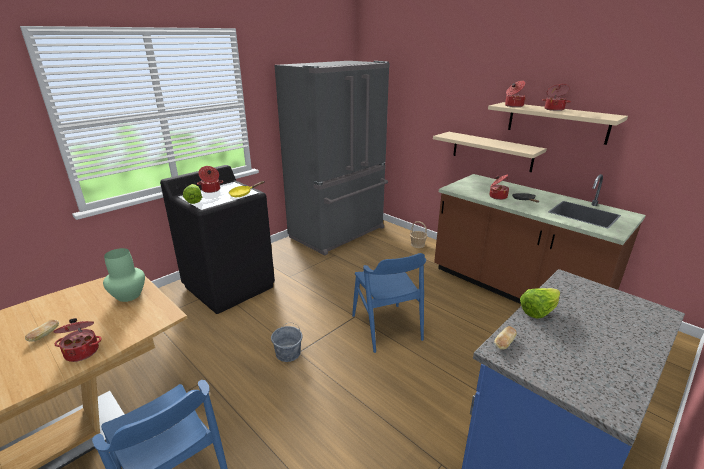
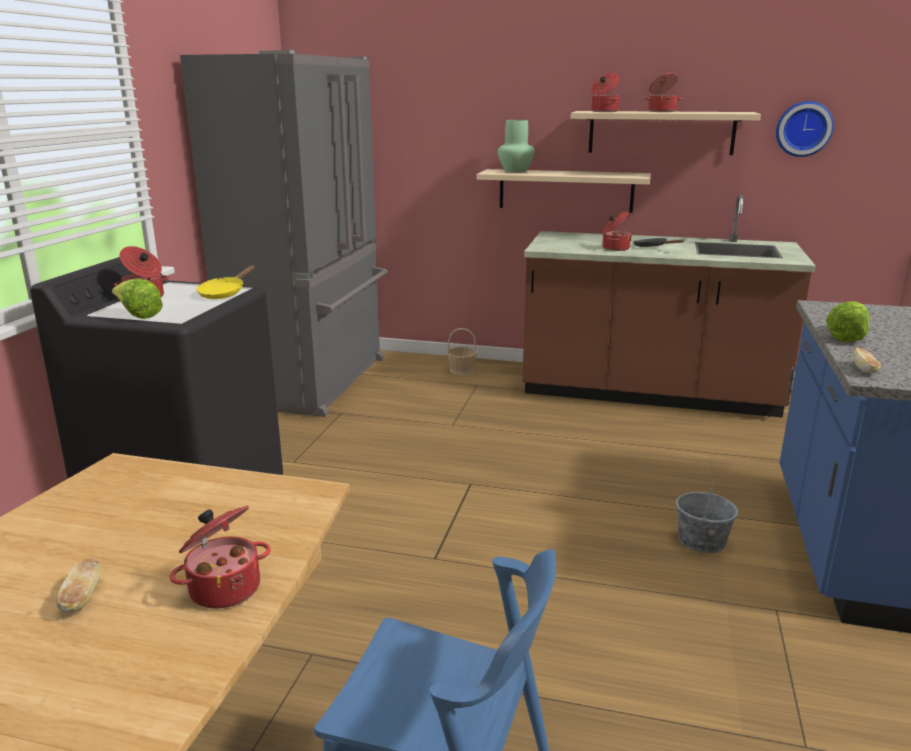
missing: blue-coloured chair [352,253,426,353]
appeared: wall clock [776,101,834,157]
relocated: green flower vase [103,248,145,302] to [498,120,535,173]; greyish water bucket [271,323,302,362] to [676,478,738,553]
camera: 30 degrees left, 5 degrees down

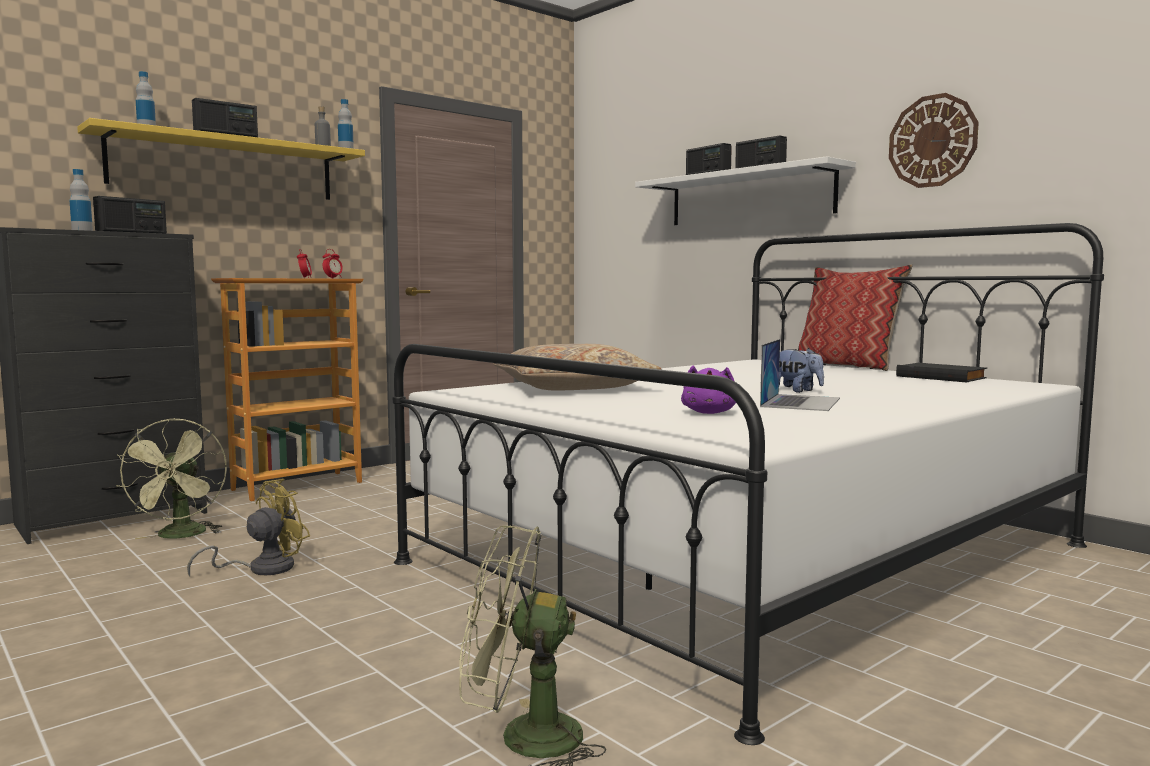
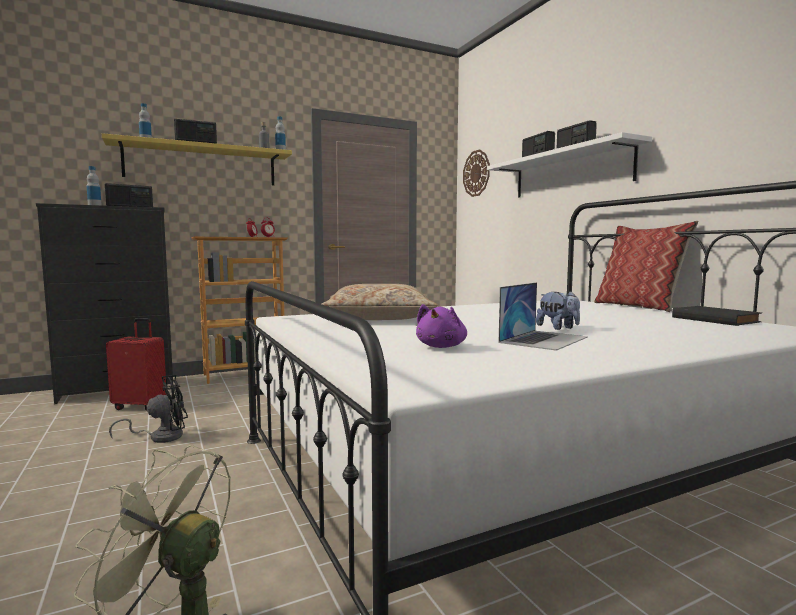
relocated: wall clock [889,93,979,188] to [463,149,490,197]
exchanged: green fan [116,418,227,539] to reddish travel case [106,318,166,411]
colour: yellow fan [187,479,310,576] to blackish fan [109,375,188,443]
camera: 15 degrees right, 0 degrees up

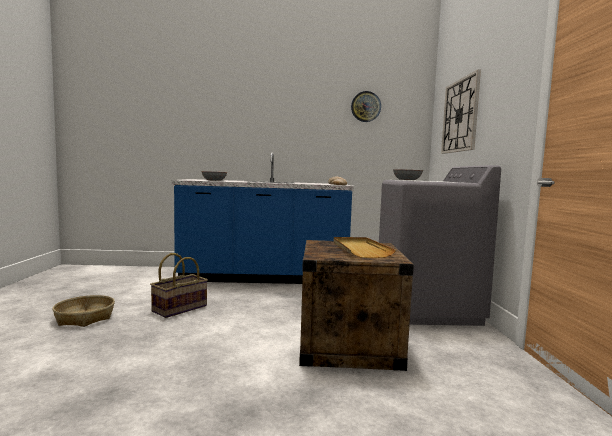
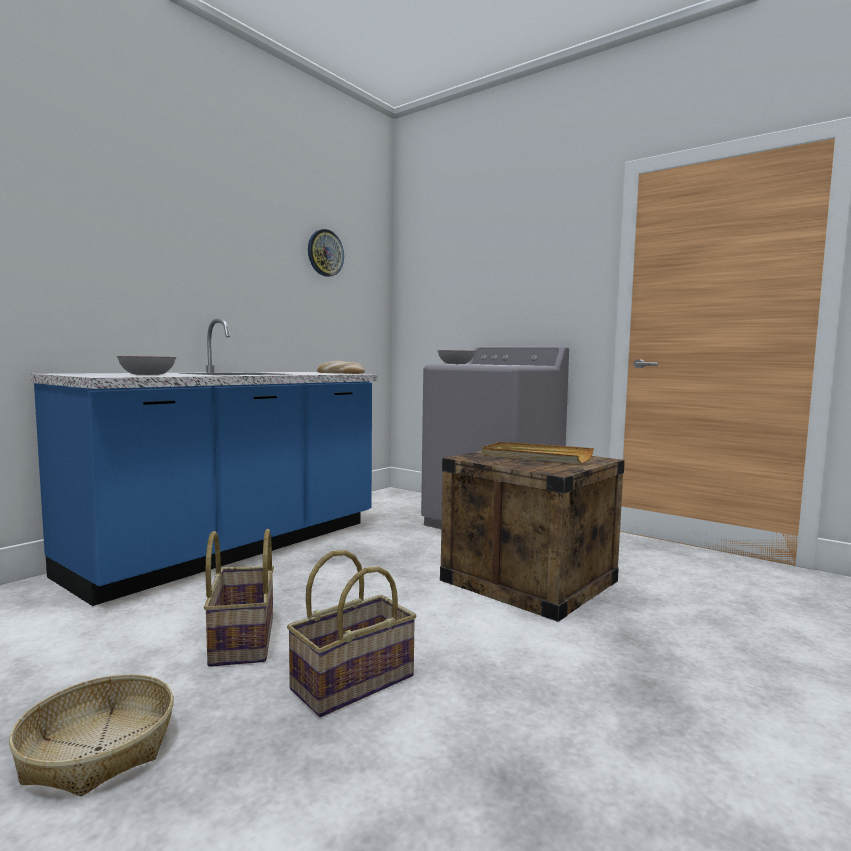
missing: wall clock [441,69,481,154]
appeared: storage basket [287,550,417,717]
camera: 50 degrees left, 0 degrees up

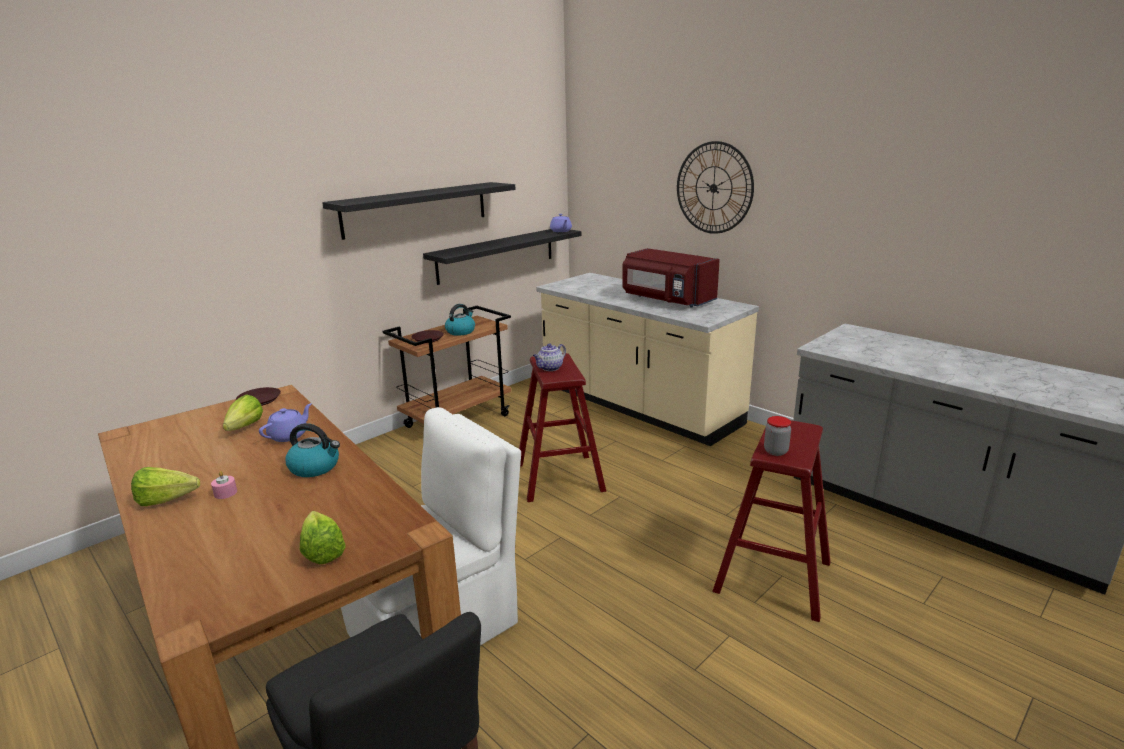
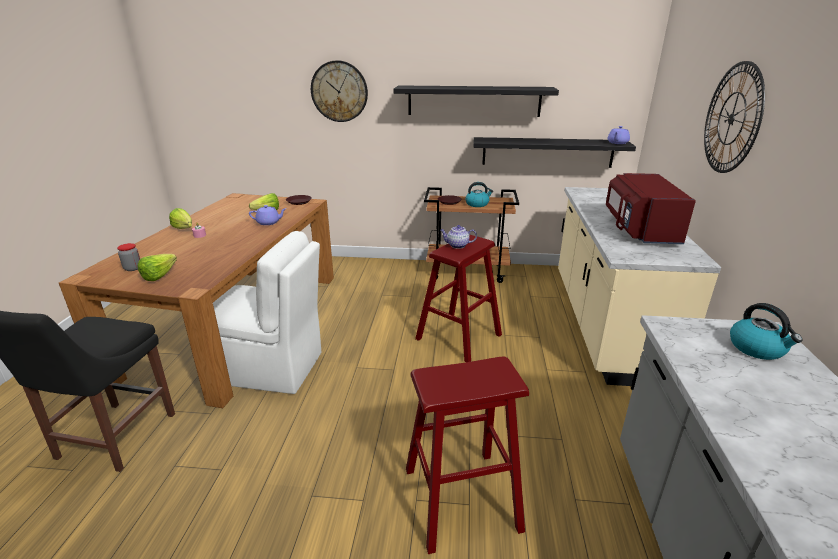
appeared: wall clock [311,60,368,122]
relocated: jar [764,416,791,456] to [117,243,140,271]; water kettle [285,423,340,477] to [730,303,803,360]
camera: 50 degrees right, 5 degrees up

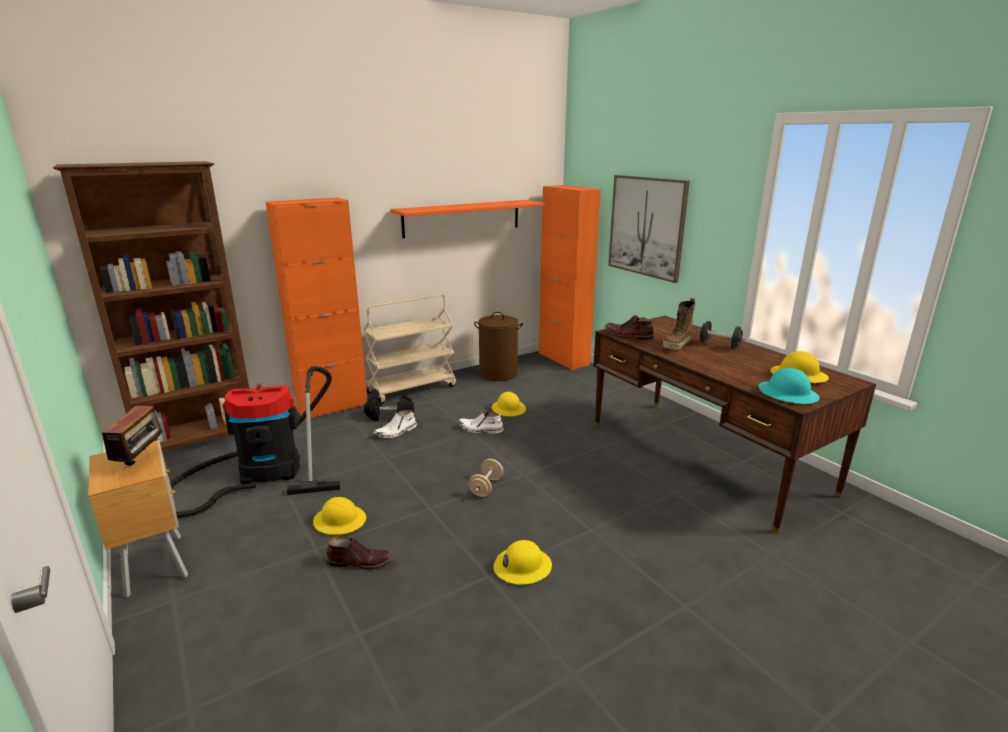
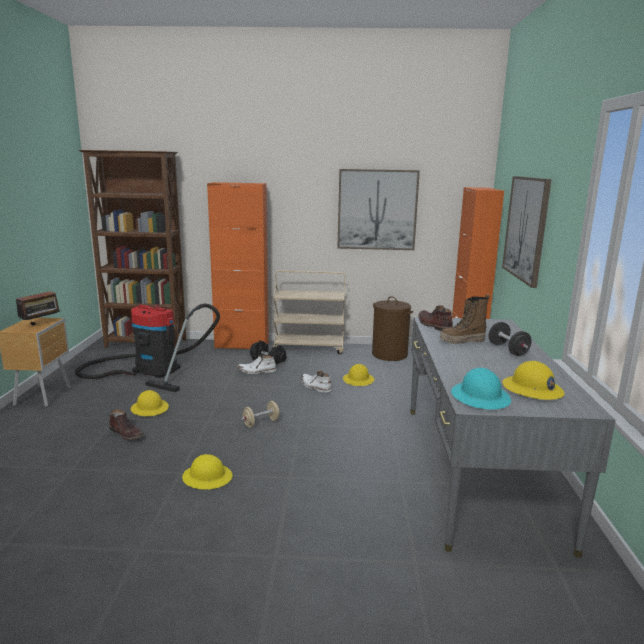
exchanged: orangey wall shelf [390,200,544,238] to wall art [337,169,420,250]
colour: brown-coloured desk [593,316,876,534] to greyish desk [410,317,616,558]
camera: 35 degrees right, 5 degrees down

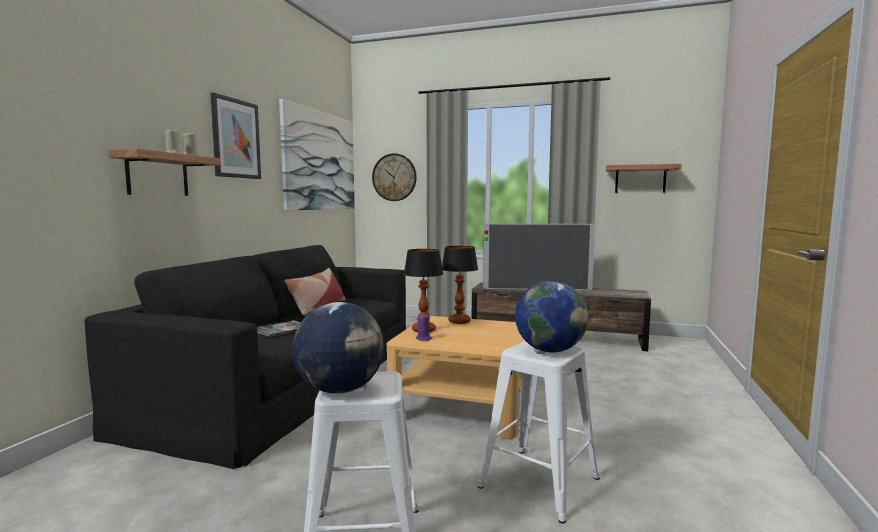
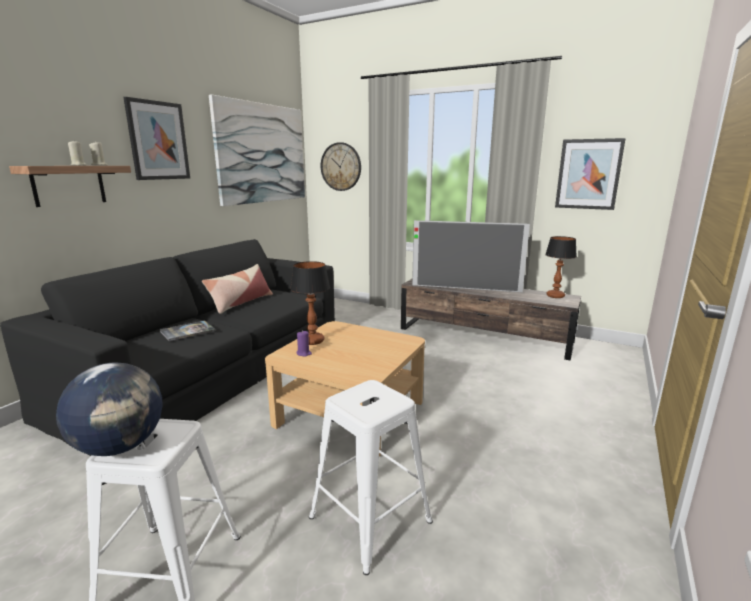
missing: globe [515,281,588,352]
relocated: table lamp [442,246,478,324] to [545,236,577,298]
exchanged: wall shelf [606,164,682,193] to wall art [555,138,626,210]
camera: 10 degrees right, 10 degrees up

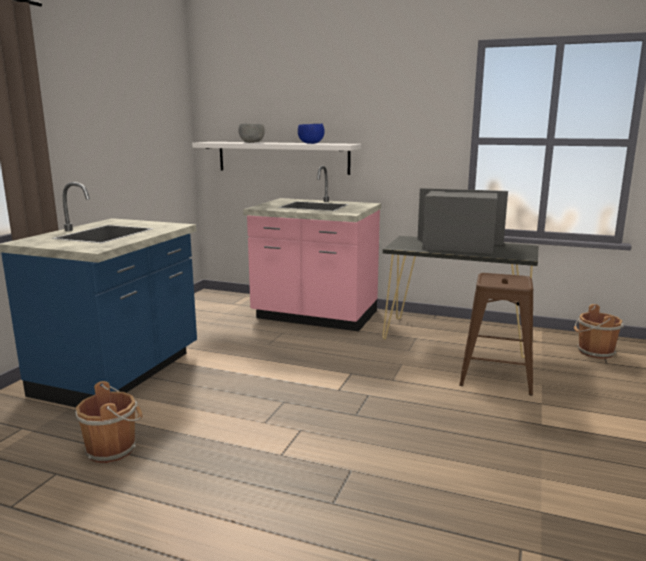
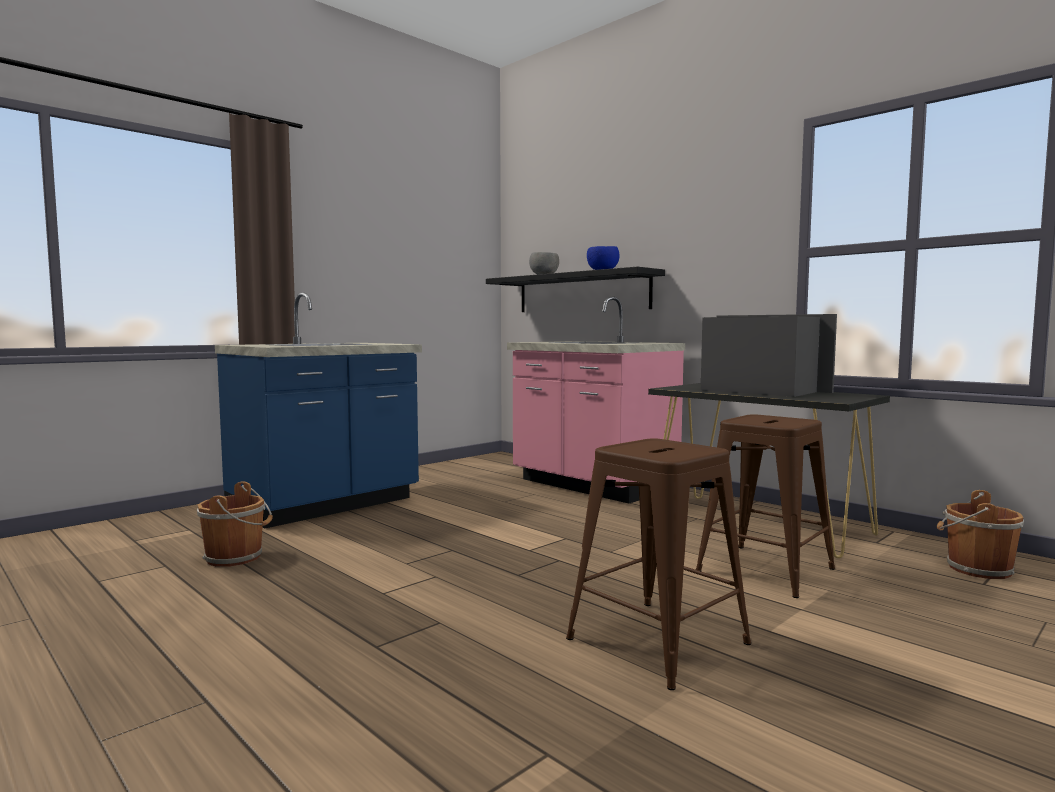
appeared: brown-coloured stool [566,438,751,690]
colour: whitish wall shelf [192,142,362,175] to blackish wall shelf [486,267,665,312]
camera: 25 degrees right, 10 degrees down

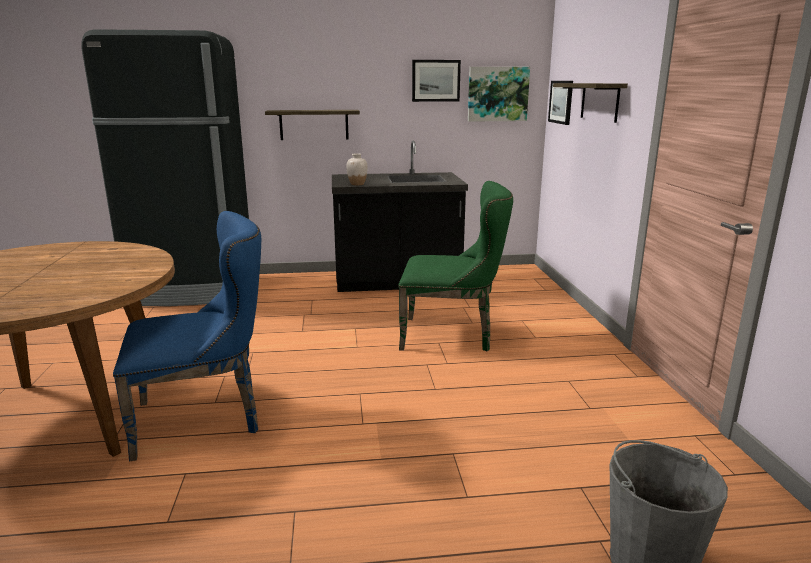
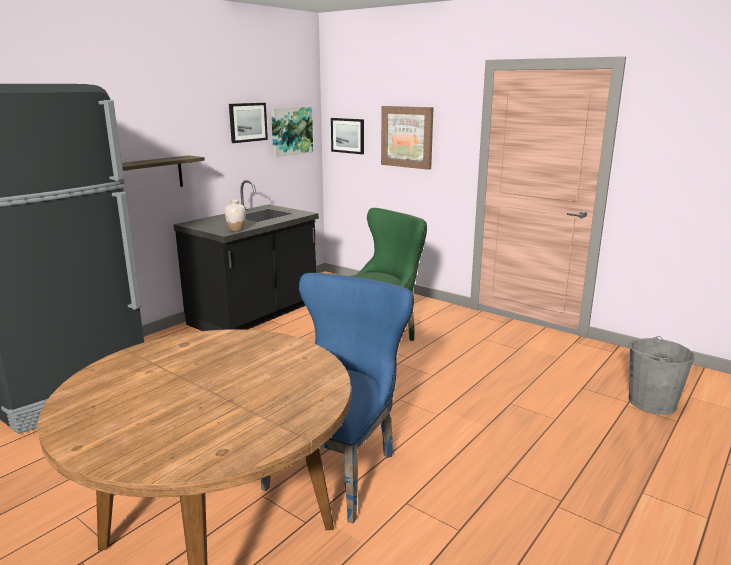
exchanged: wall shelf [553,83,628,123] to wall art [381,106,434,170]
camera: 45 degrees left, 0 degrees up

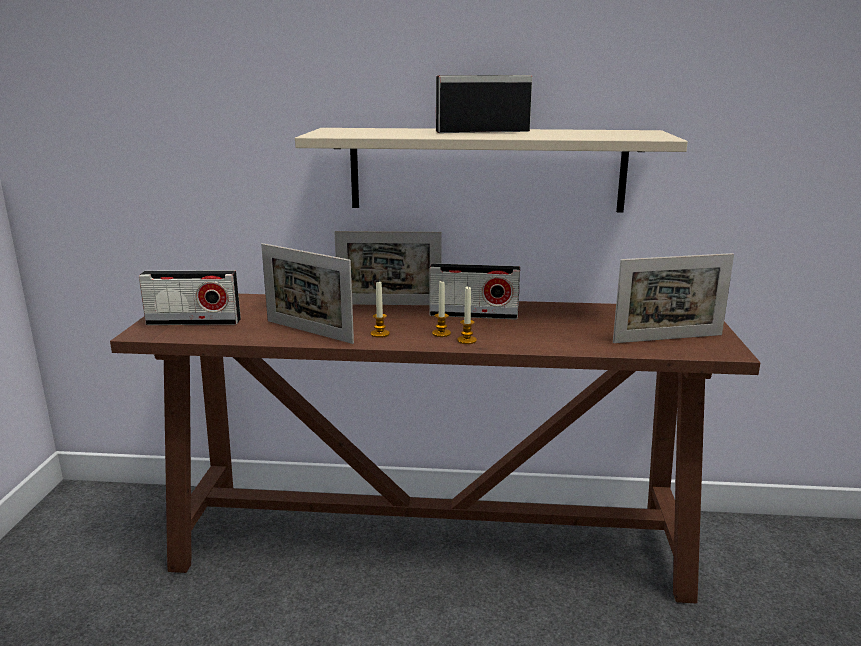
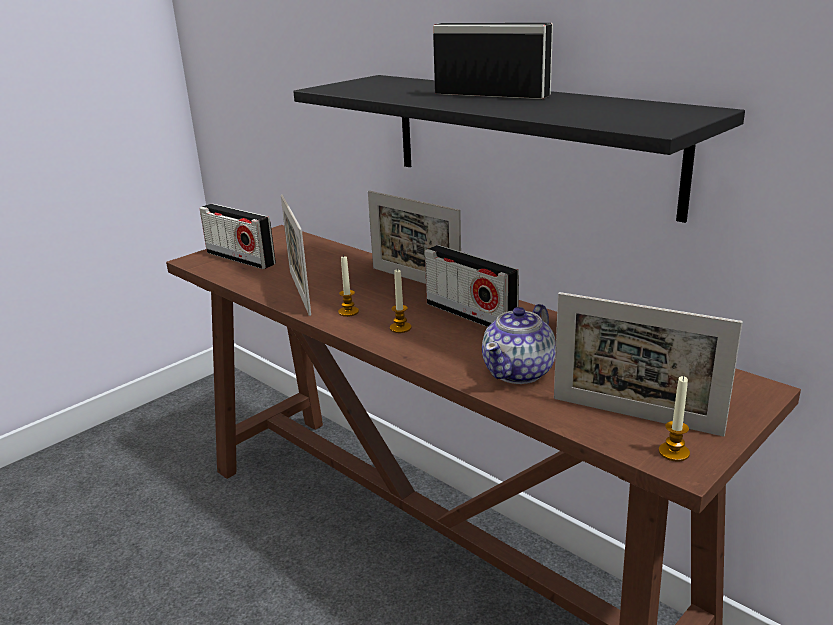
appeared: teapot [482,304,556,384]
relocated: candle [457,287,477,344] to [659,376,690,462]
colour: sand-coloured wall shelf [295,128,688,212] to blackish wall shelf [293,75,745,223]
camera: 40 degrees right, 5 degrees up

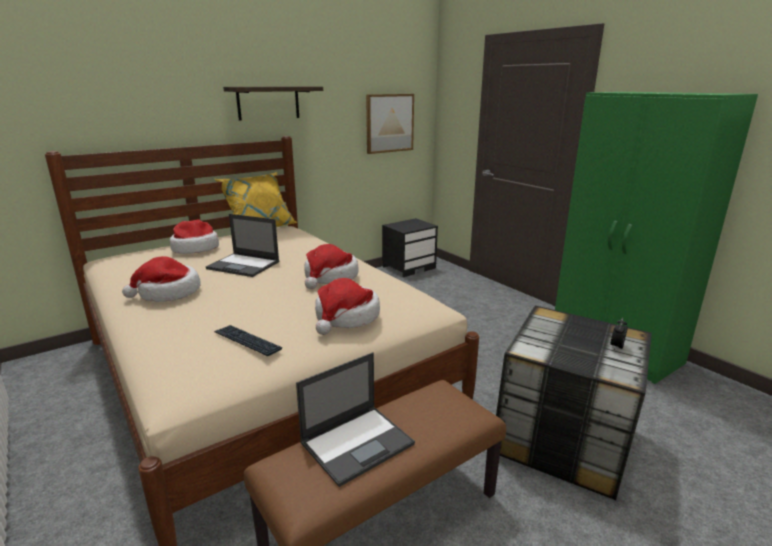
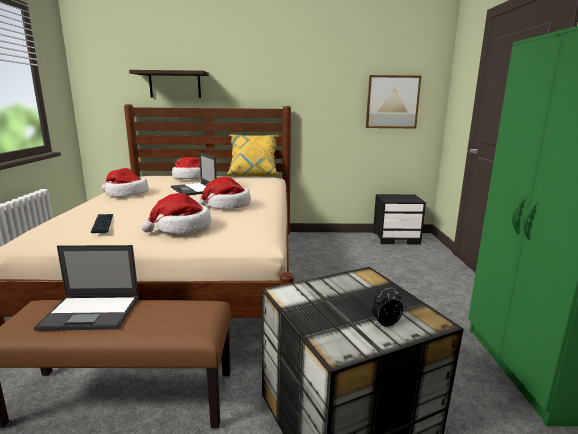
relocated: wall shelf [223,86,323,121] to [129,70,209,98]
camera: 35 degrees right, 5 degrees down

